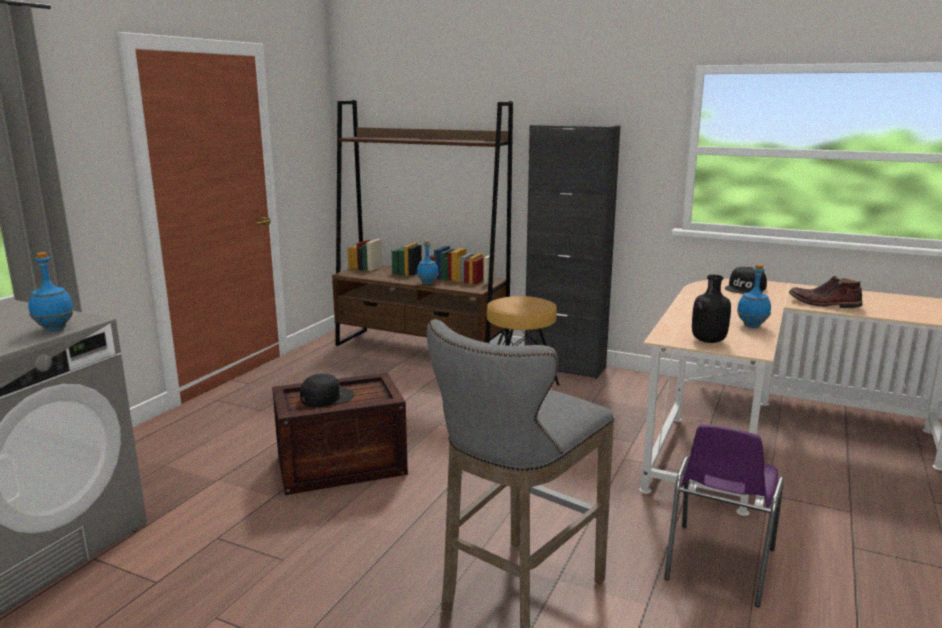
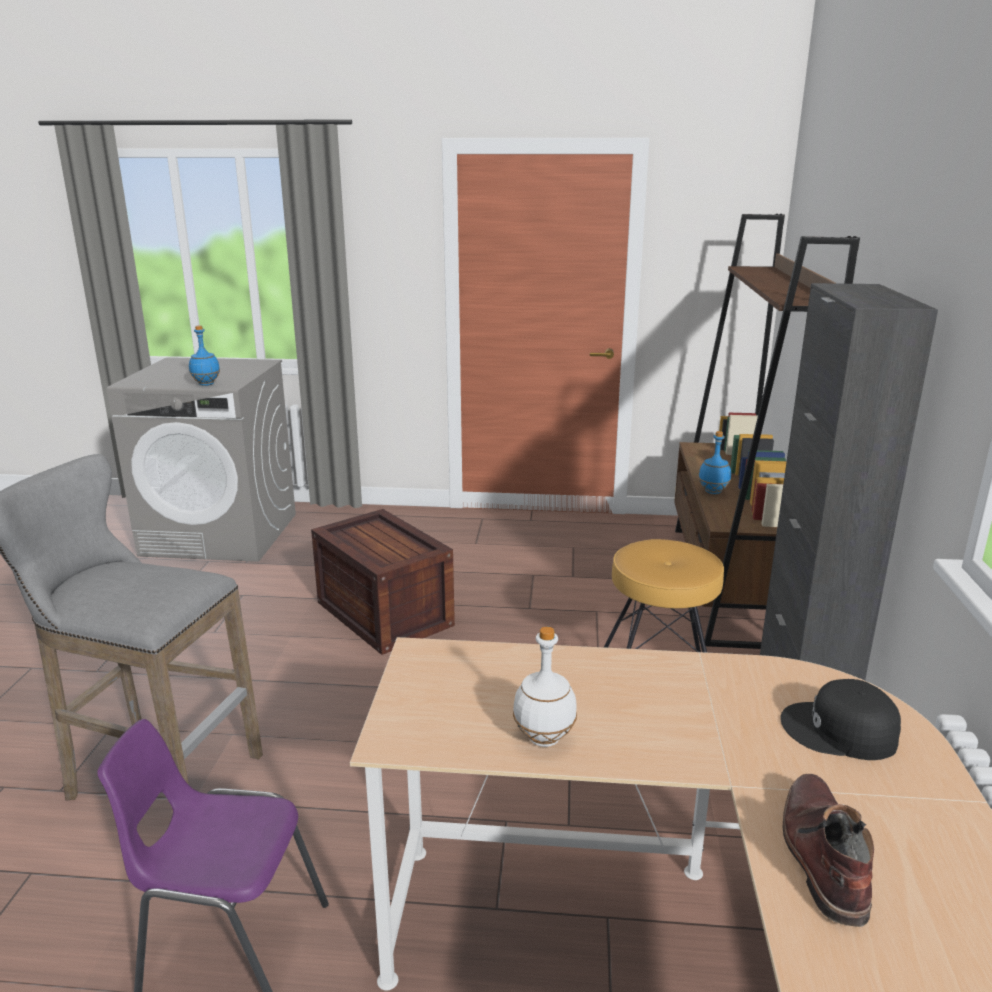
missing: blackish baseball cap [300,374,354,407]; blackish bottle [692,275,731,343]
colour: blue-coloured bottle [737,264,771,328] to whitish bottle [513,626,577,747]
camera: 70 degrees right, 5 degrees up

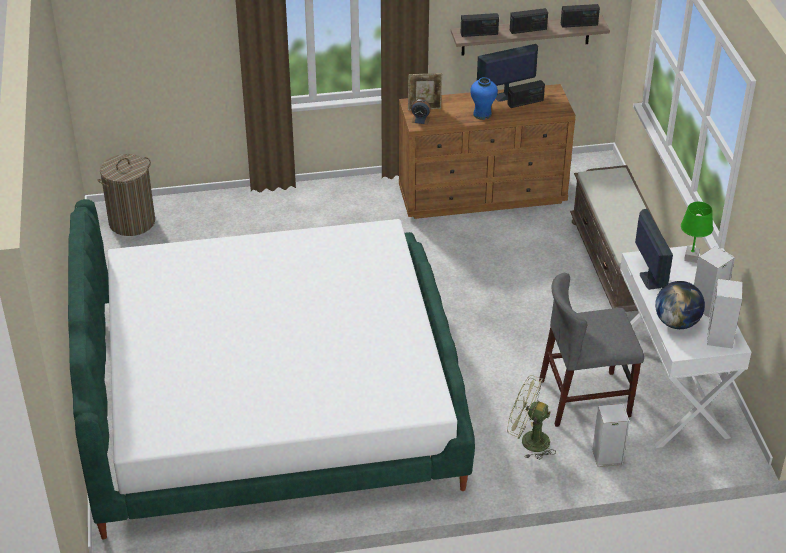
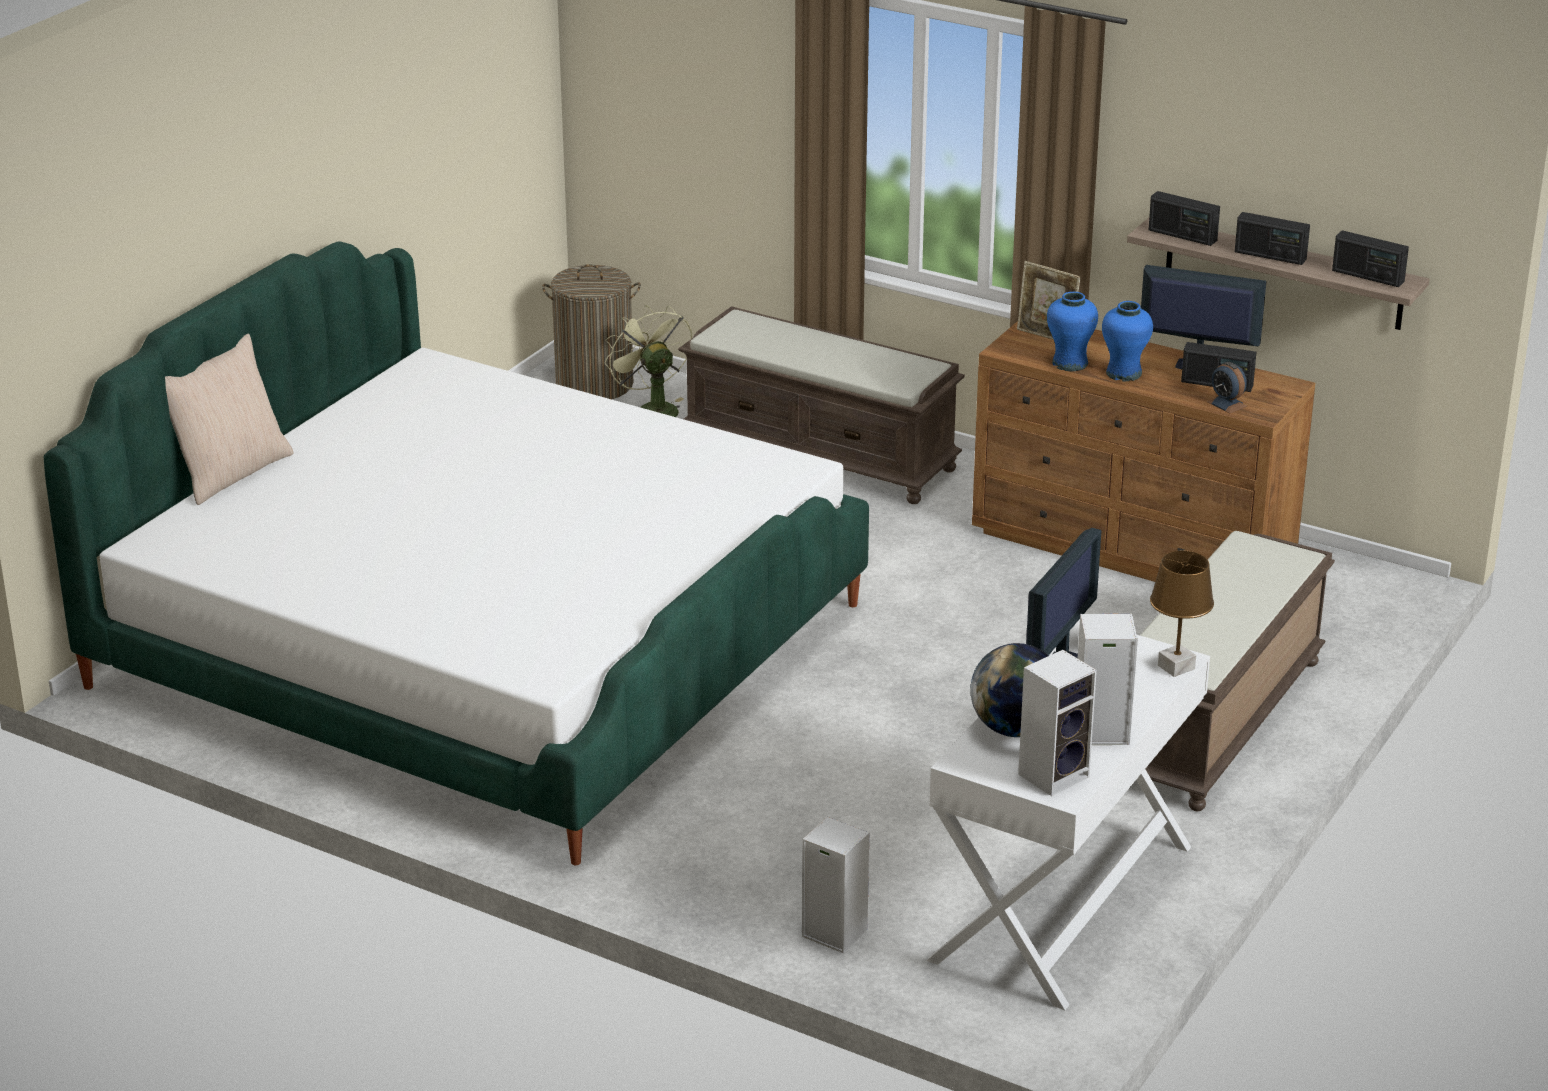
missing: greyish chair [539,273,644,427]
appeared: sand-coloured throw pillow [165,333,294,505]; brown-coloured long seat [678,306,965,504]; blue-coloured flower vase [1047,292,1098,371]
relocated: green fan [507,375,556,460] to [604,305,692,417]; alarm clock [411,99,431,125] to [1207,362,1248,414]
colour: green table lamp [681,202,713,263] to brown-coloured table lamp [1150,551,1214,677]
camera: 40 degrees right, 10 degrees down

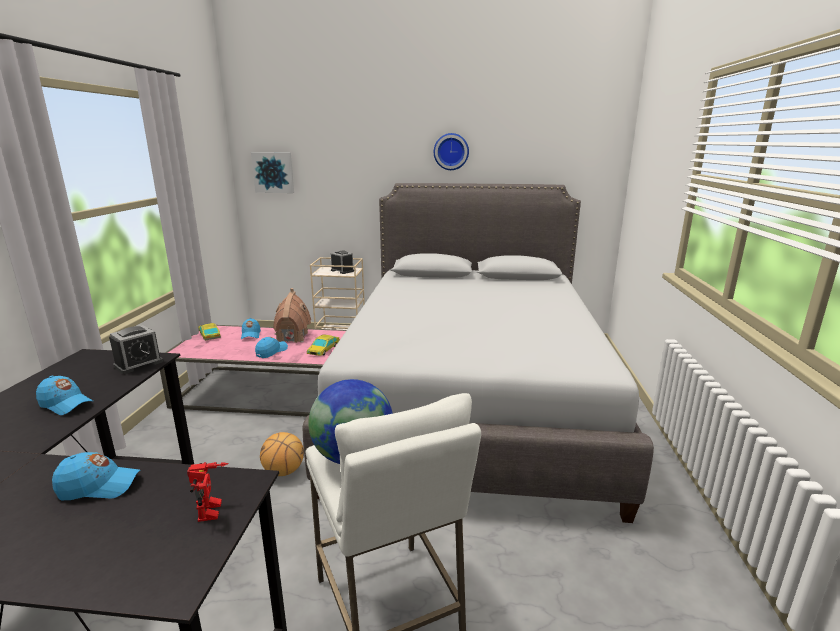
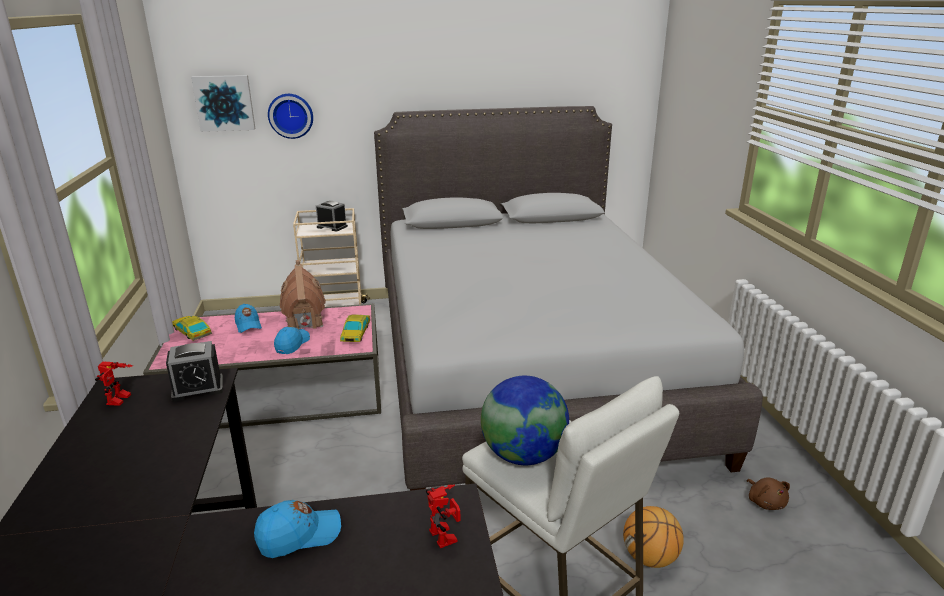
missing: blue-coloured baseball cap [36,376,93,415]
appeared: toy robot [95,361,133,406]; brown-coloured soft toy [747,477,790,510]
relocated: wall clock [434,133,469,170] to [268,94,313,139]; basketball [260,432,304,476] to [623,506,684,568]
spun: alarm clock [109,325,163,374] = [166,341,223,402] 45 degrees clockwise
camera: 15 degrees left, 5 degrees up

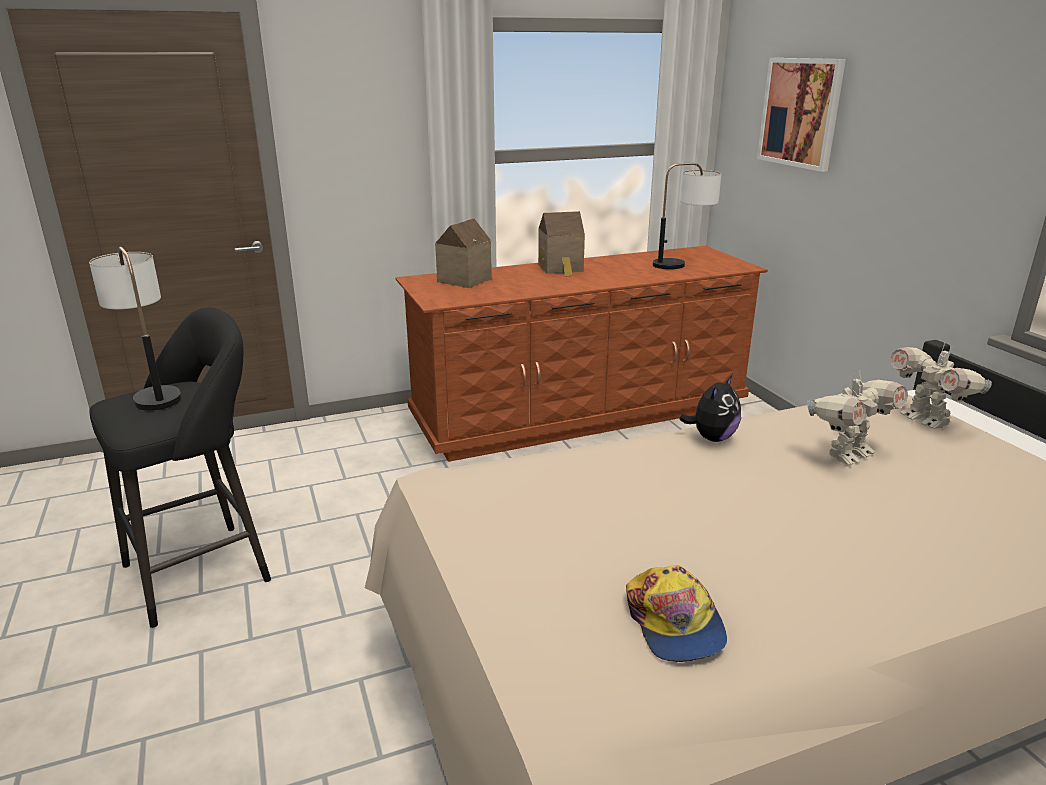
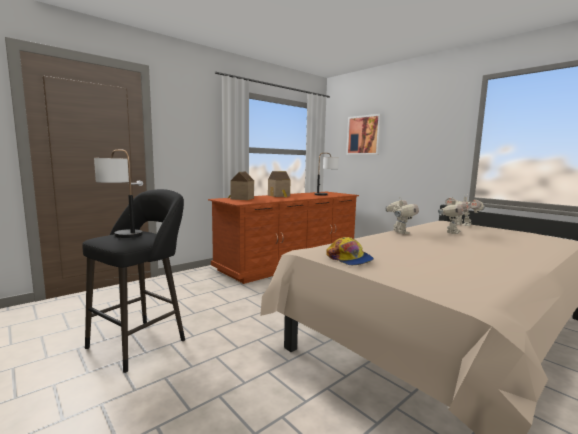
relocated: baseball cap [626,565,727,662] to [327,237,374,265]
exchanged: soft toy [680,375,741,442] to toy robot [385,197,419,234]
camera: 20 degrees left, 15 degrees down

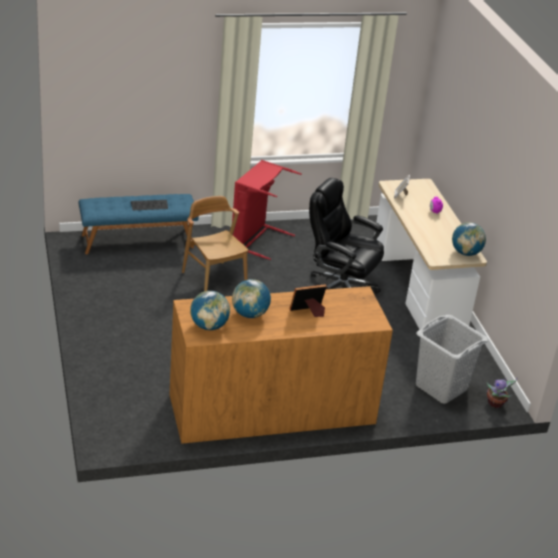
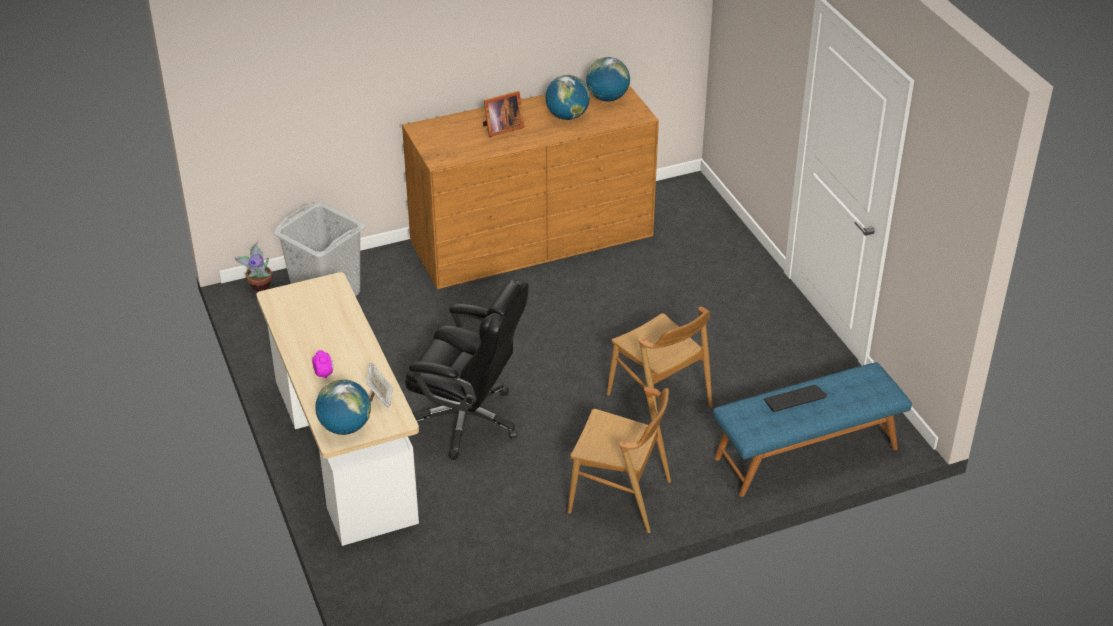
relocated: globe [452,222,486,256] to [316,380,371,435]
exchanged: reddish washing basket [232,160,302,260] to brown-coloured chair [568,387,671,533]
camera: 175 degrees right, 5 degrees up

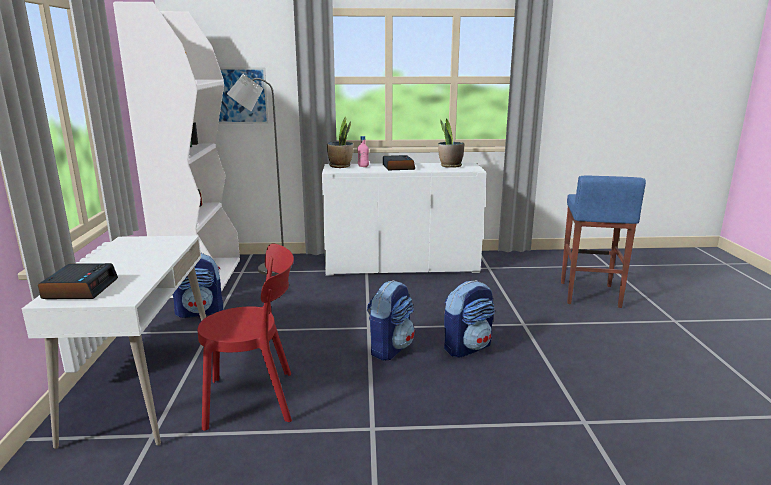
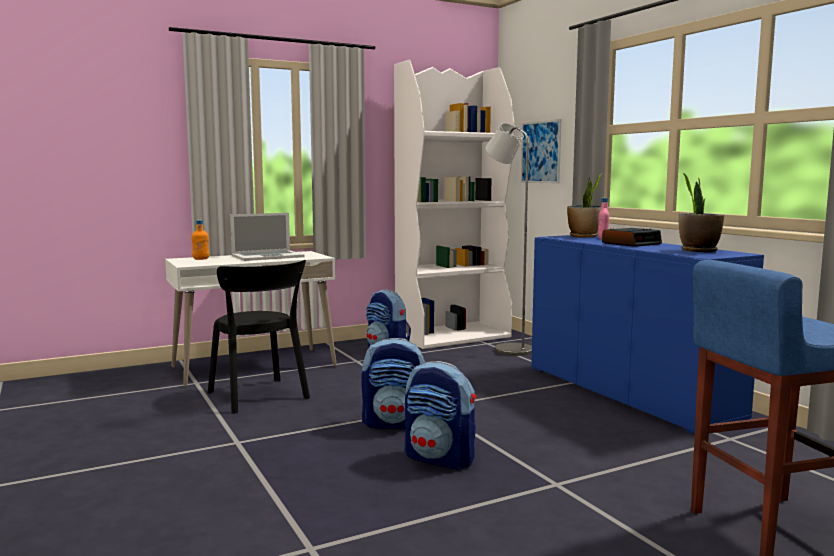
appeared: laptop [230,213,305,261]
exchanged: alarm clock [38,263,118,299] to orangey bottle [192,220,209,260]
colour: reddish chair [198,244,294,431] to blackish chair [208,260,310,414]; whitish storage cabinet [322,163,486,276] to blue-coloured storage cabinet [531,235,764,435]
camera: 65 degrees right, 10 degrees down

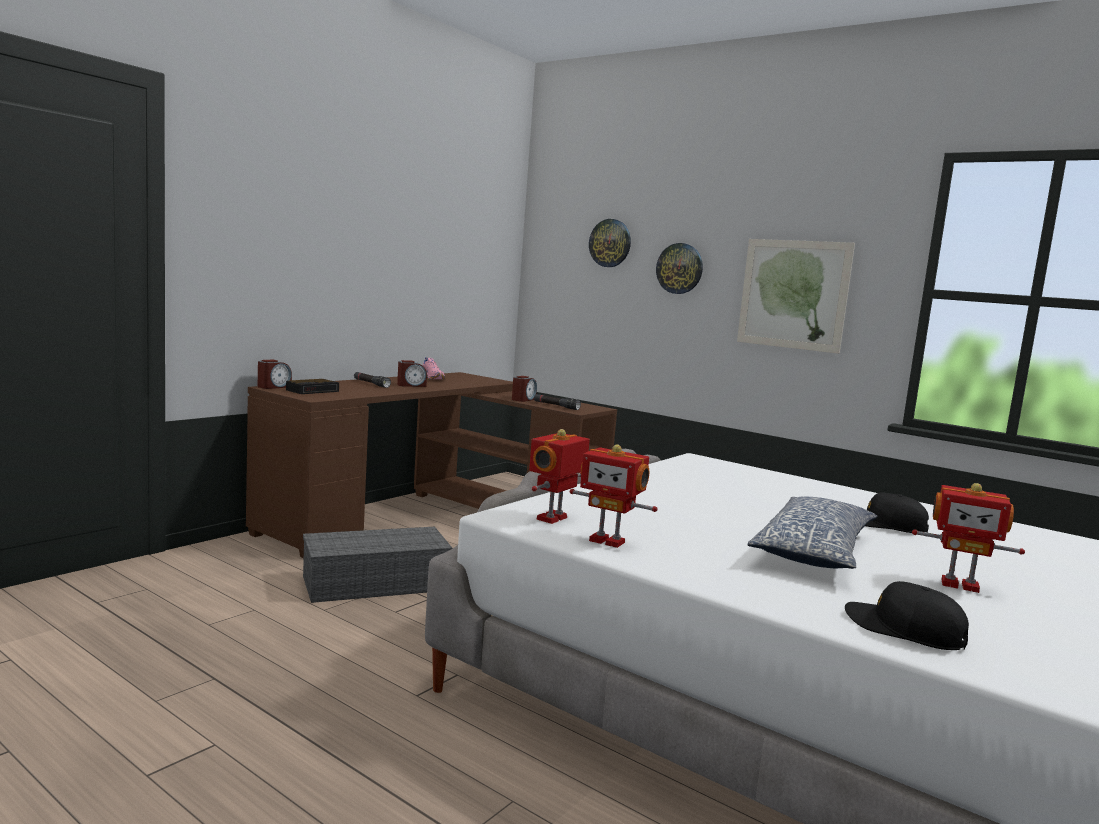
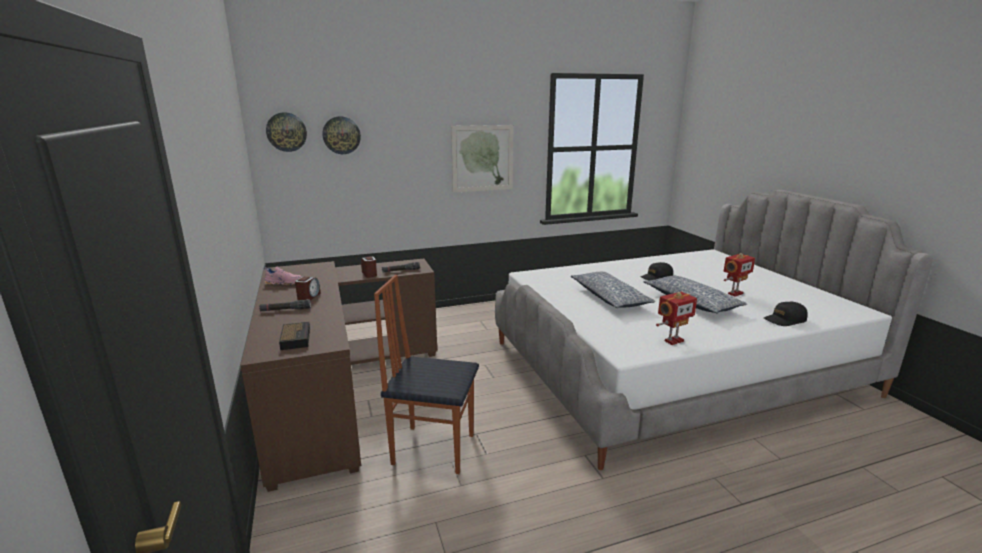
missing: alarm clock [258,360,292,389]; toy robot [529,429,590,524]
appeared: throw pillow [571,272,655,308]
relocated: wall clock [656,243,703,294] to [266,112,307,152]
exchanged: greyish storage box [303,527,452,603] to chair [374,275,479,474]
camera: 55 degrees left, 10 degrees up

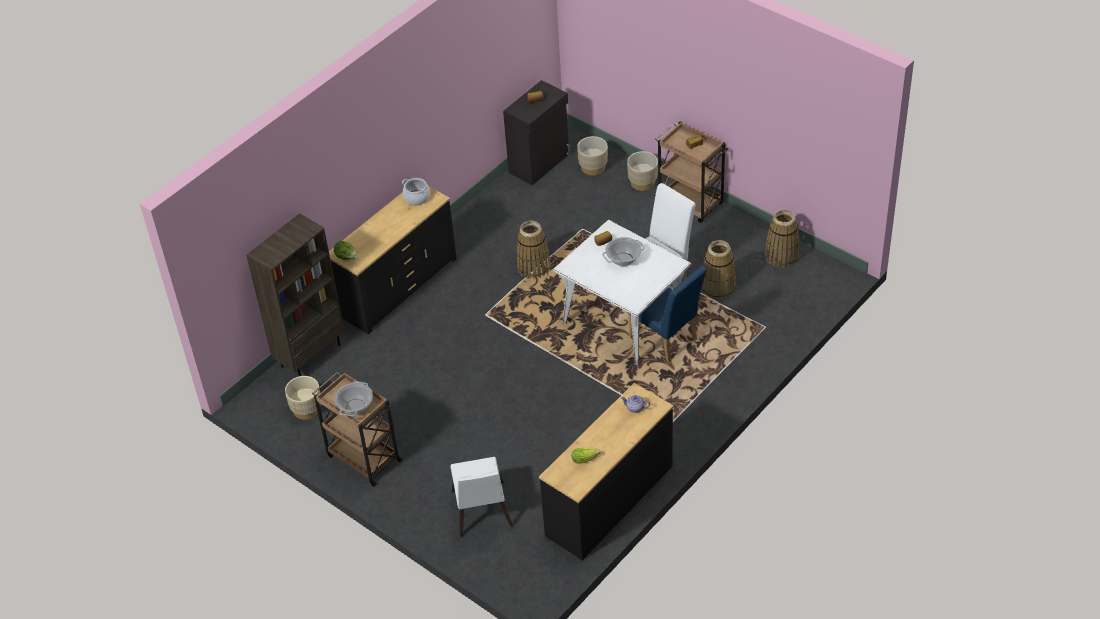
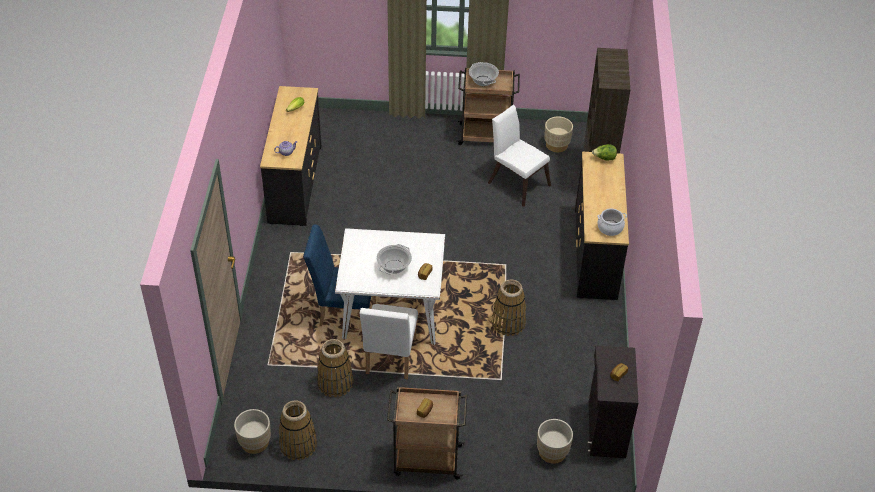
relocated: sand-coloured flower pot [627,151,658,191] to [234,409,271,454]; whitish chair [450,457,513,537] to [488,105,551,207]
camera: 140 degrees right, 0 degrees up

